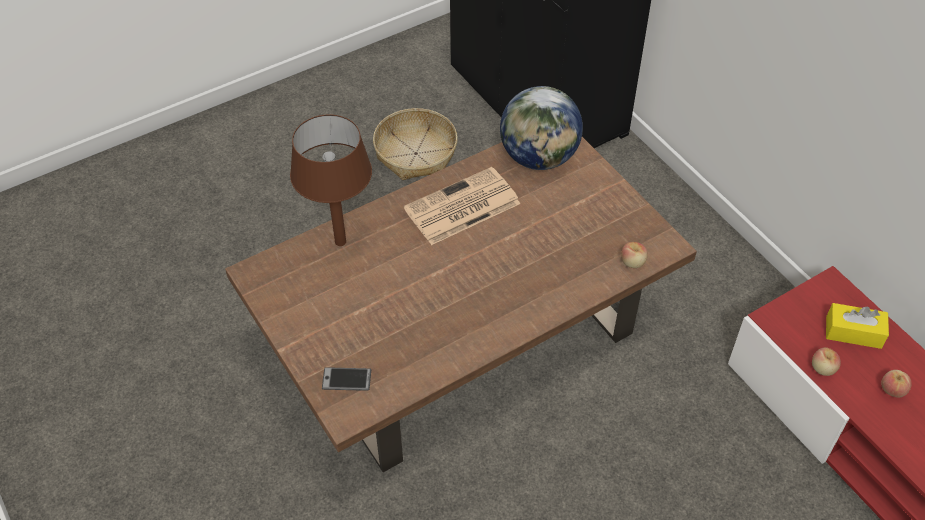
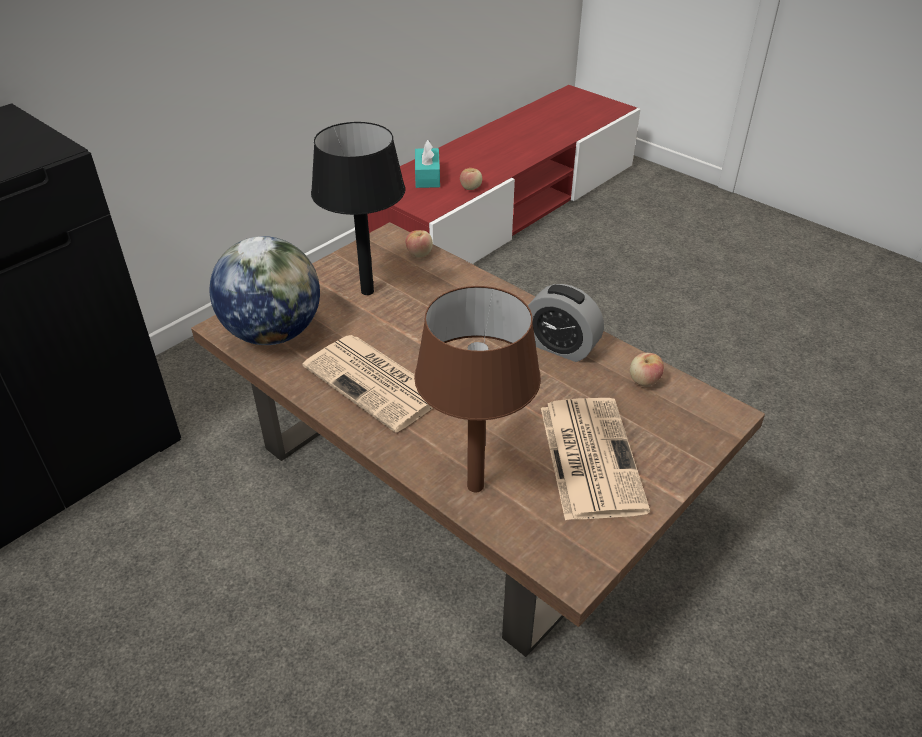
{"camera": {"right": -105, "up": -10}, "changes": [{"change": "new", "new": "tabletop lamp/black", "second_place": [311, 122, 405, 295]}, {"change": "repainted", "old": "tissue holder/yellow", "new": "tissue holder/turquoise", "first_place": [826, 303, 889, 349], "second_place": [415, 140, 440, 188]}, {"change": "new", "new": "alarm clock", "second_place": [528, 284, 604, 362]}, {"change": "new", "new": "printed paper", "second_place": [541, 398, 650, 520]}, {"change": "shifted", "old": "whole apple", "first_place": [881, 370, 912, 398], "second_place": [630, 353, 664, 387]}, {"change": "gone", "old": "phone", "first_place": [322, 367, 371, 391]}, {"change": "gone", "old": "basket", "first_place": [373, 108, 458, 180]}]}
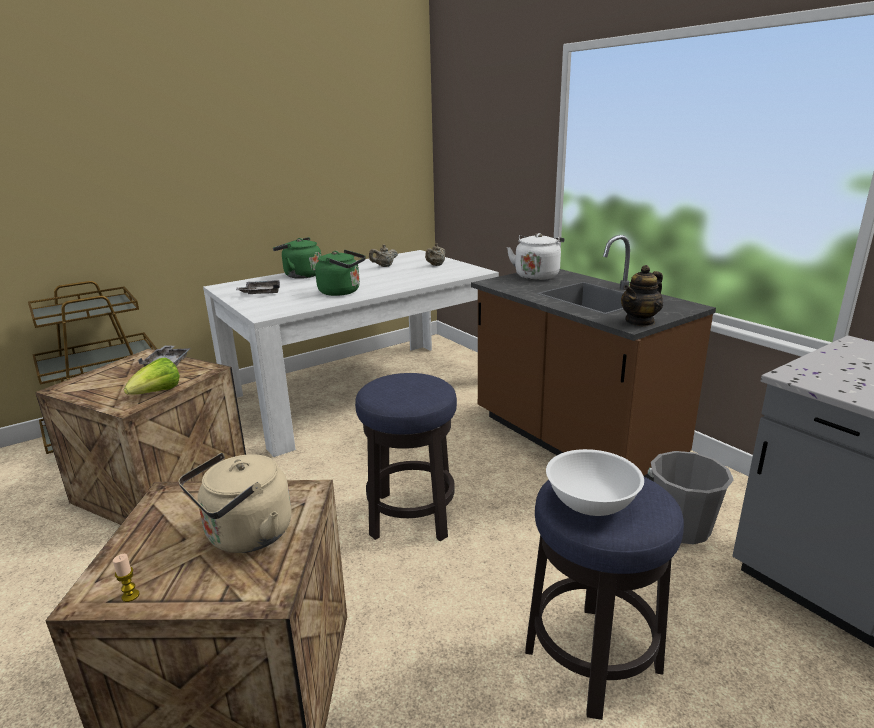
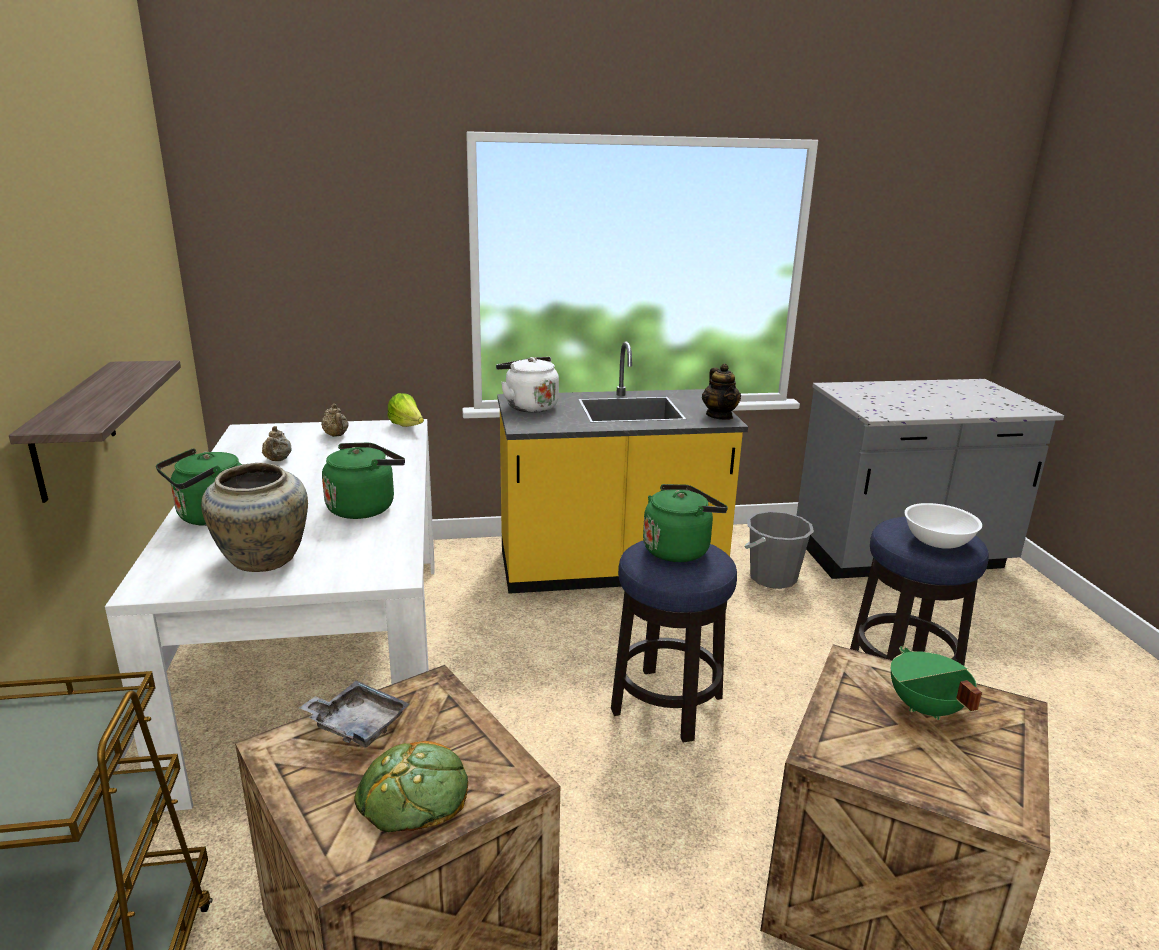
{"camera": {"right": -65, "up": 0}, "changes": [{"change": "new", "new": "shelf", "second_place": [9, 361, 181, 503]}, {"change": "swapped", "old": "carrying tray/greyish", "new": "decorative vase/beige-coloured", "first_place": [236, 280, 280, 294], "second_place": [201, 463, 308, 572]}, {"change": "new", "new": "baked bread", "second_place": [354, 741, 468, 832]}, {"change": "shifted", "old": "head of lettuce", "first_place": [124, 358, 180, 395], "second_place": [387, 393, 424, 427]}, {"change": "repainted", "old": "counter/brownish", "new": "counter/yellow", "first_place": [471, 235, 716, 482], "second_place": [497, 341, 748, 594]}, {"change": "new", "new": "tea kettle/green-coloured", "second_place": [643, 484, 728, 562]}, {"change": "swapped", "old": "tea kettle/beige-coloured", "new": "saucepot/green-coloured", "first_place": [178, 453, 291, 553], "second_place": [890, 646, 982, 720]}, {"change": "gone", "old": "wax light", "first_place": [113, 554, 139, 602]}]}
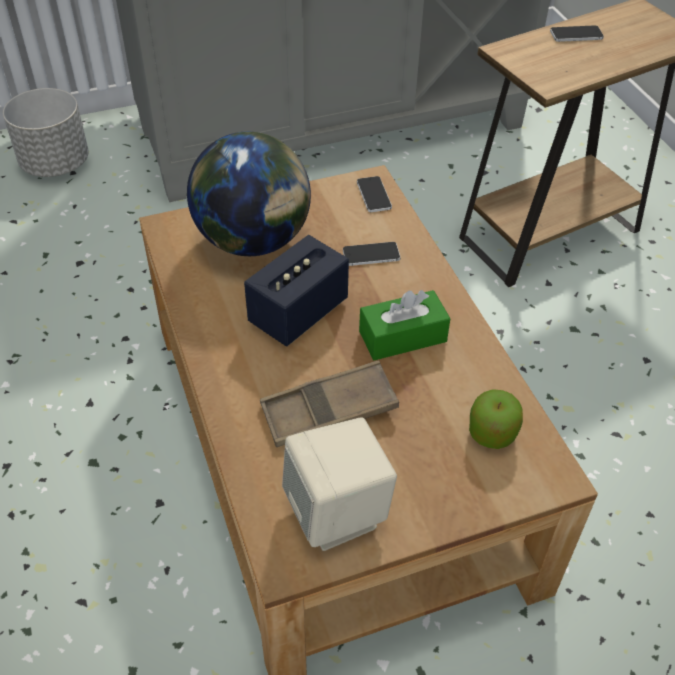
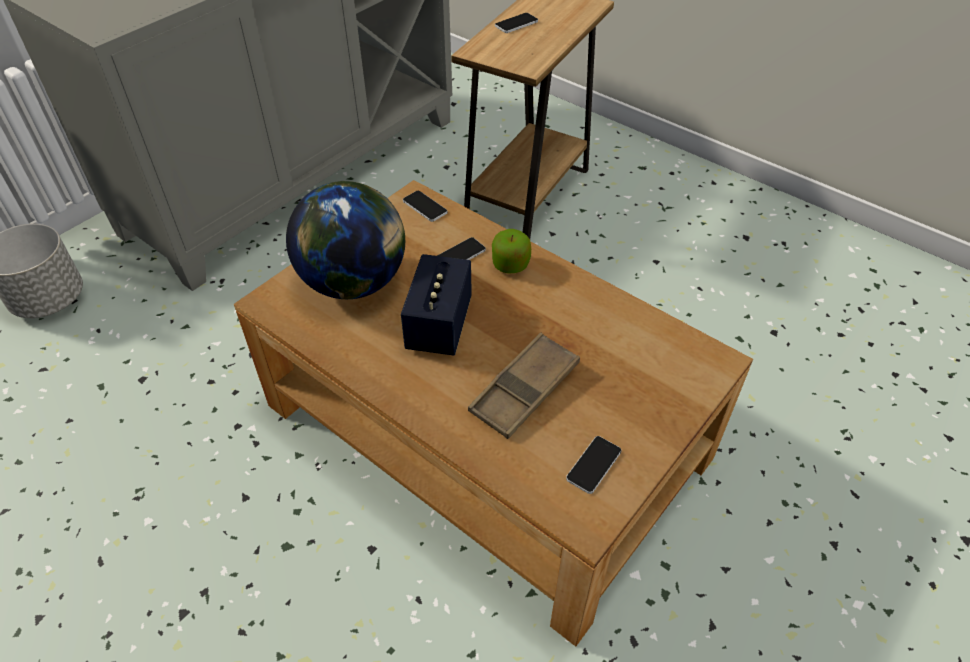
{"camera": {"right": -30, "up": 0}, "changes": [{"change": "shifted", "old": "whole apple", "first_place": [469, 389, 523, 449], "second_place": [492, 229, 531, 274]}, {"change": "swapped", "old": "speaker/beige-coloured", "new": "phone", "first_place": [282, 417, 397, 551], "second_place": [566, 436, 622, 494]}, {"change": "gone", "old": "tissue holder/green-coloured", "first_place": [359, 290, 451, 360]}]}
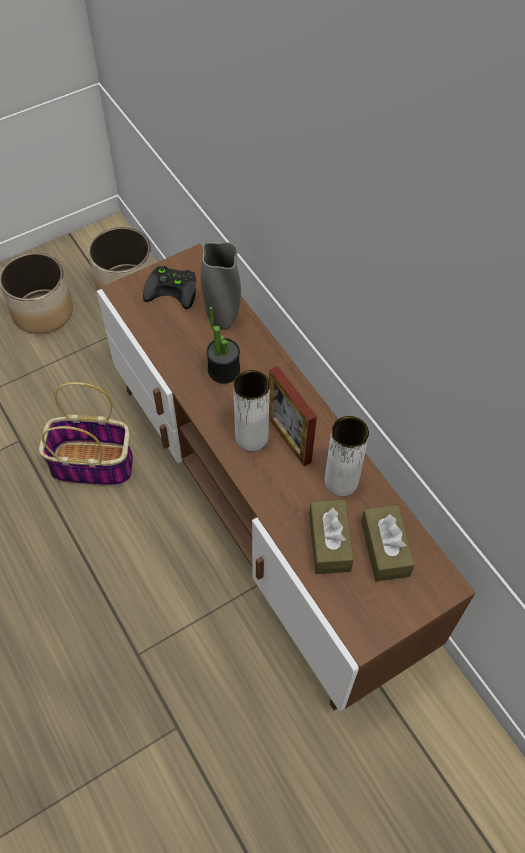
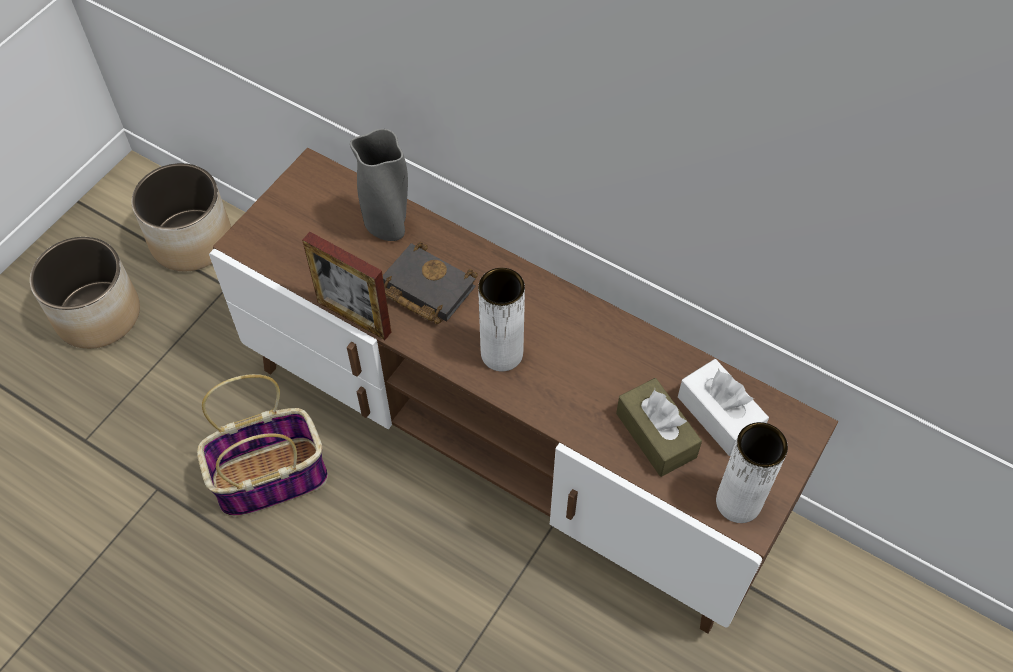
{"camera": {"right": -25, "up": 0}, "changes": [{"change": "shifted", "old": "photo frame", "first_place": [269, 366, 317, 466], "second_place": [302, 232, 392, 340]}, {"change": "swapped", "old": "plant in a pot", "new": "book/black", "first_place": [206, 307, 240, 383], "second_place": [383, 242, 478, 324]}, {"change": "repainted", "old": "tissue holder/brownish", "new": "tissue holder/white", "first_place": [361, 504, 415, 582], "second_place": [678, 359, 769, 456]}, {"change": "shifted", "old": "decorative vase/white", "first_place": [325, 416, 369, 497], "second_place": [716, 422, 788, 523]}, {"change": "gone", "old": "gamepad/black", "first_place": [143, 266, 196, 309]}]}
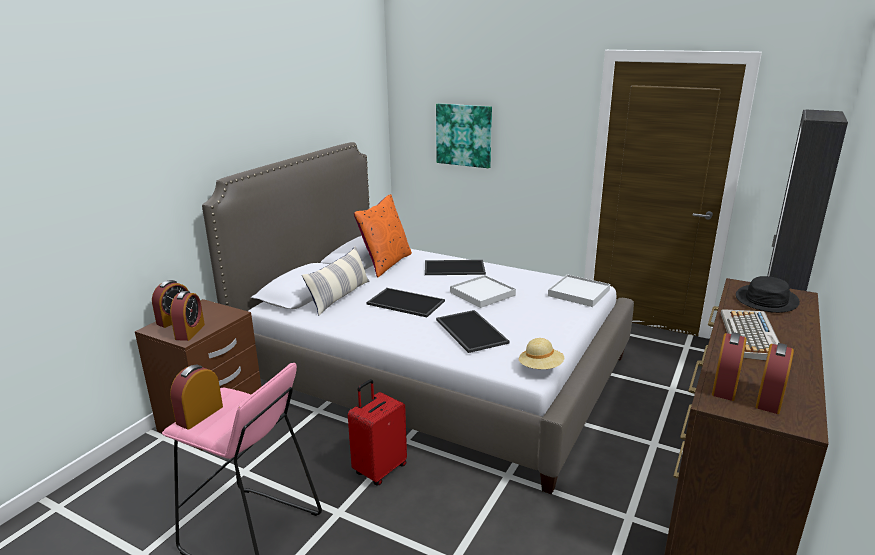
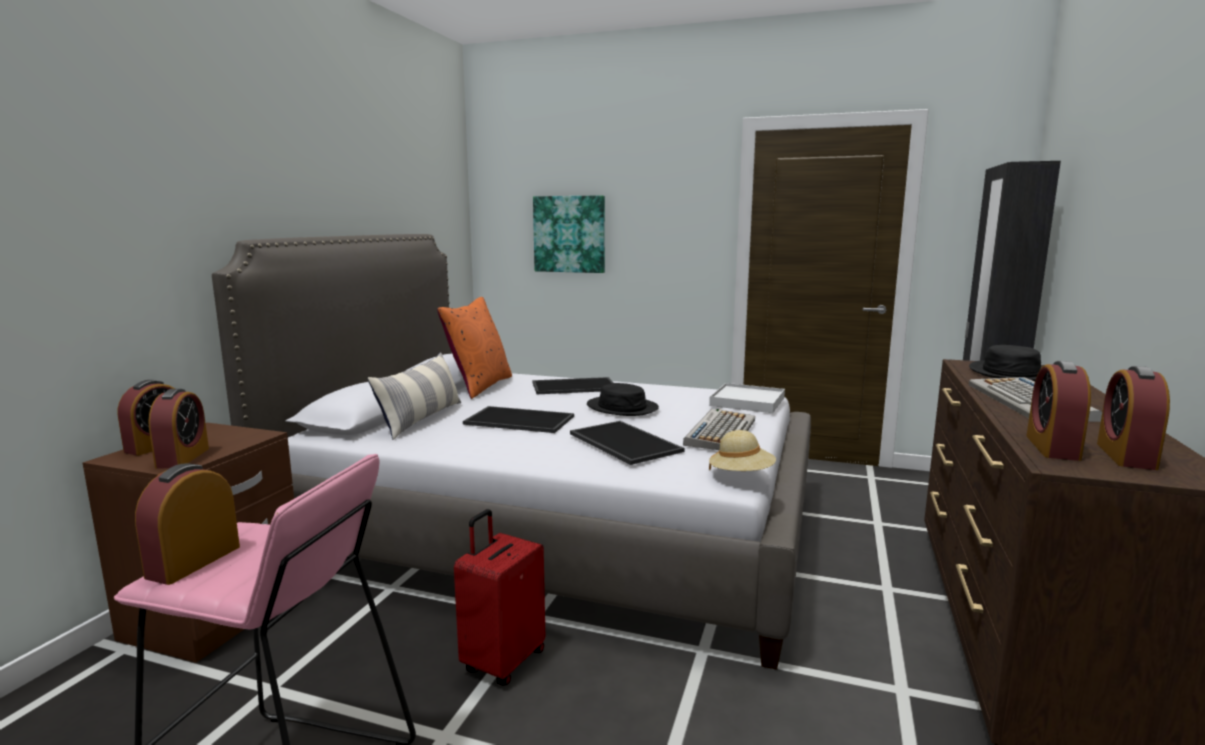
{"camera": {"right": -10, "up": -10}, "changes": [{"change": "swapped", "old": "carrying tray/white", "new": "wearable hat/black", "first_place": [450, 275, 516, 308], "second_place": [587, 383, 659, 416]}, {"change": "new", "new": "PC keyboard", "second_place": [683, 408, 755, 450]}]}
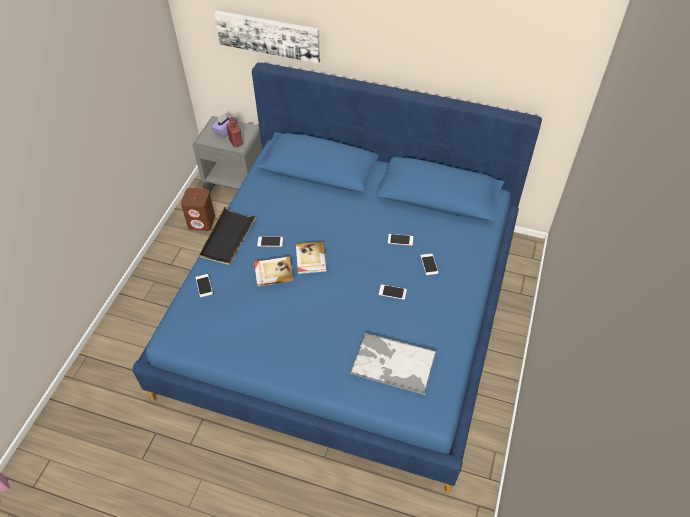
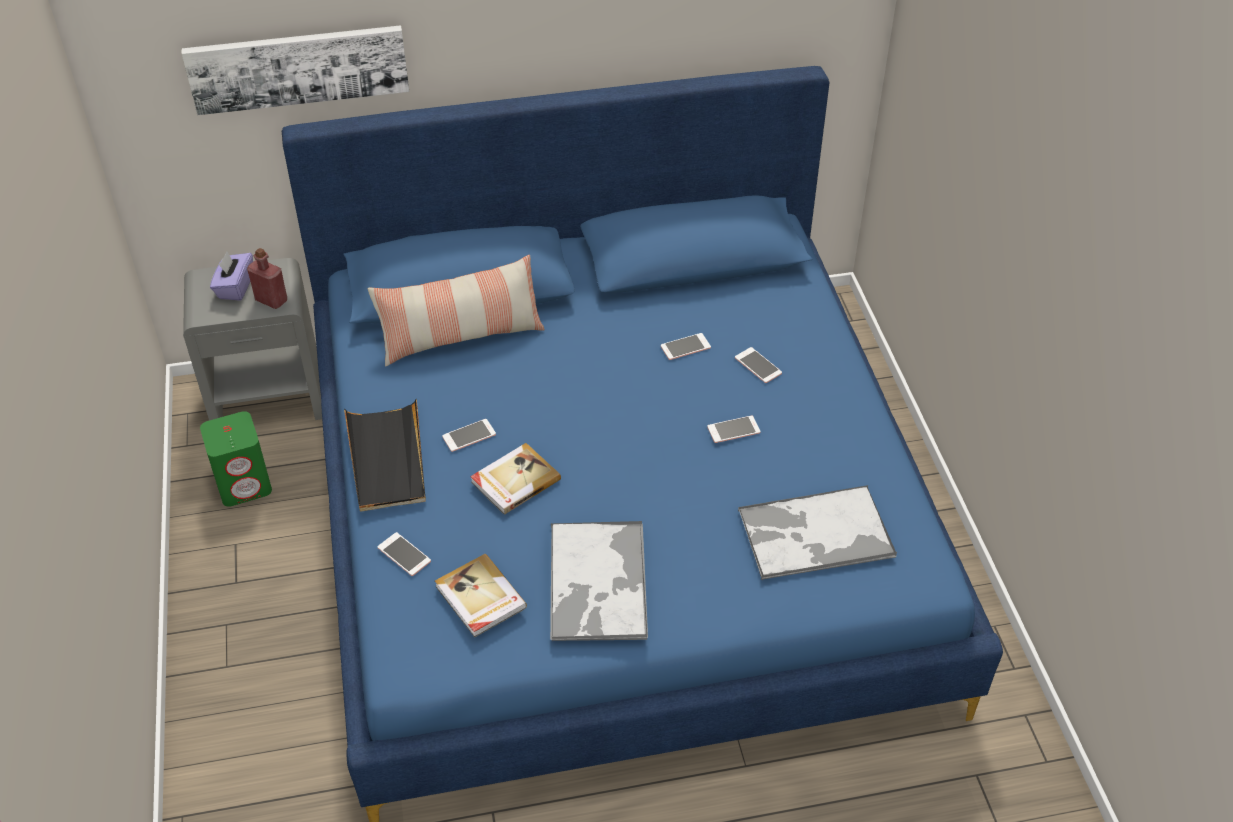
{"camera": {"right": -30, "up": -5}, "changes": [{"change": "repainted", "old": "speaker/brownish", "new": "speaker/green-coloured", "first_place": [181, 188, 215, 231], "second_place": [200, 411, 272, 507]}, {"change": "new", "new": "pillow", "second_place": [368, 255, 545, 367]}, {"change": "shifted", "old": "book", "first_place": [296, 242, 327, 274], "second_place": [435, 554, 527, 637]}, {"change": "new", "new": "carrying tray", "second_place": [550, 521, 648, 641]}]}
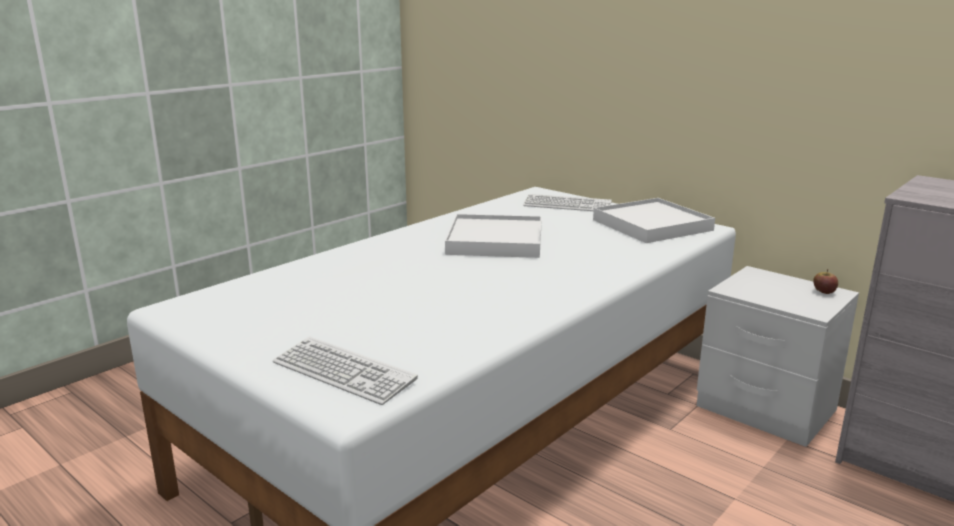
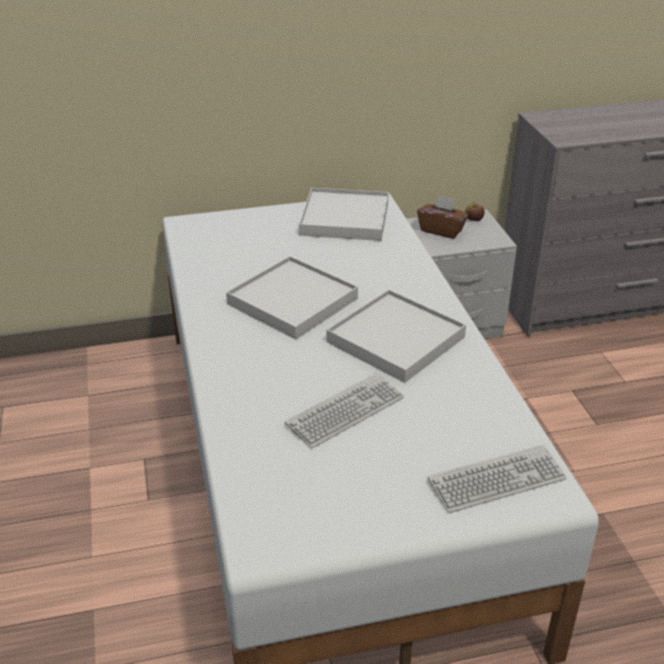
{"camera": {"right": -55, "up": 15}, "changes": [{"change": "shifted", "old": "PC keyboard", "first_place": [523, 194, 612, 211], "second_place": [285, 373, 404, 448]}, {"change": "new", "new": "carrying tray/white", "second_place": [327, 290, 466, 383]}, {"change": "new", "new": "tissue holder/brownish", "second_place": [417, 195, 469, 239]}]}
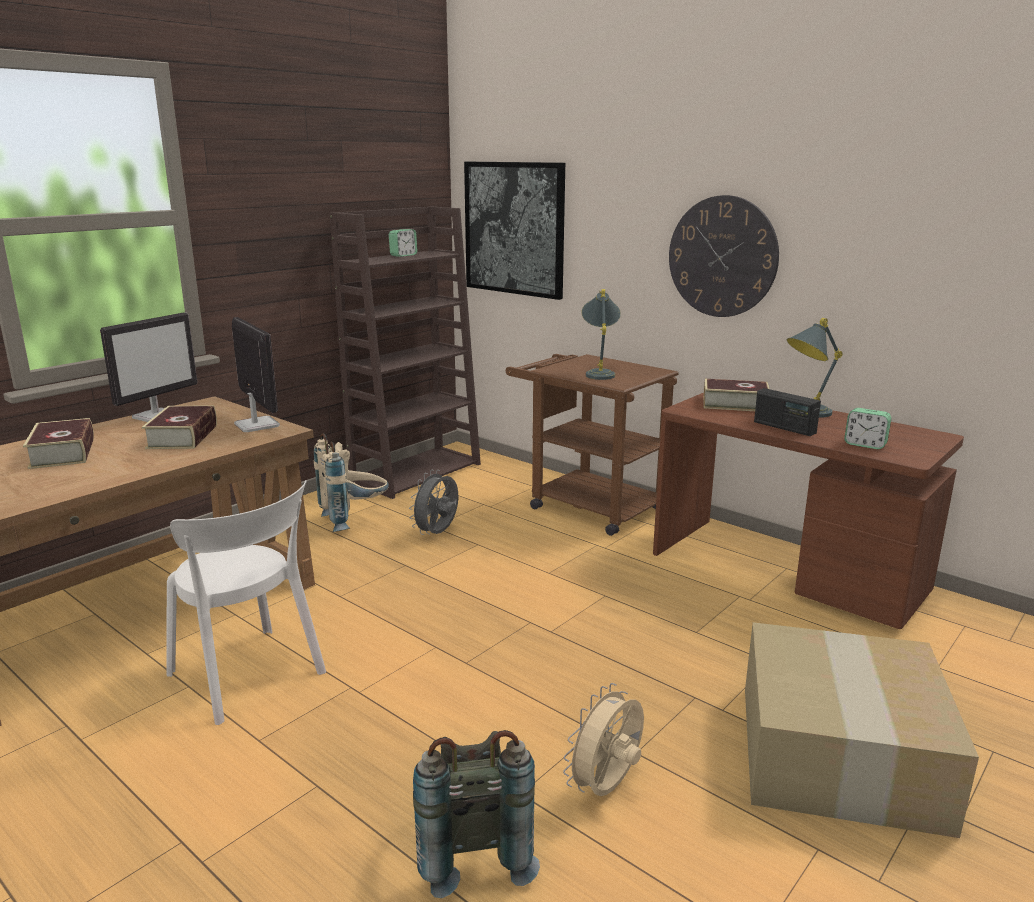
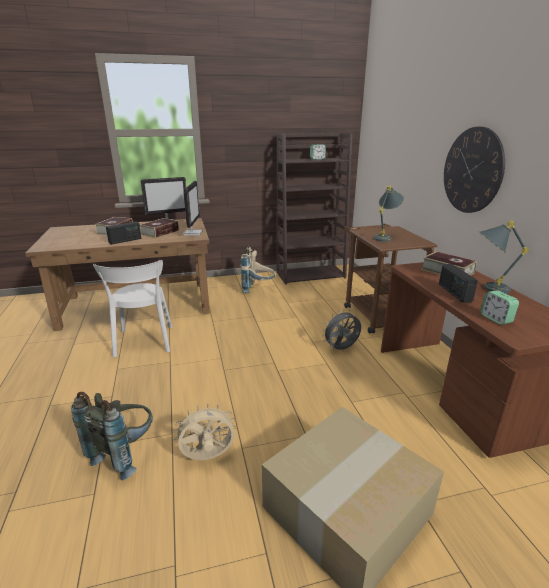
{"camera": {"right": 35, "up": 5}, "changes": [{"change": "new", "new": "radio receiver", "second_place": [106, 221, 141, 245]}, {"change": "shifted", "old": "fan/greyish", "first_place": [409, 470, 458, 535], "second_place": [322, 309, 361, 350]}, {"change": "gone", "old": "wall picture", "first_place": [464, 162, 565, 300]}]}
